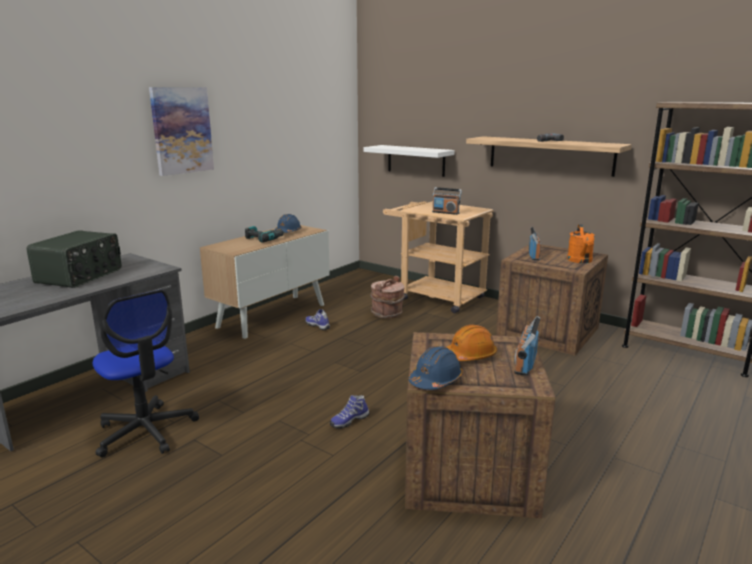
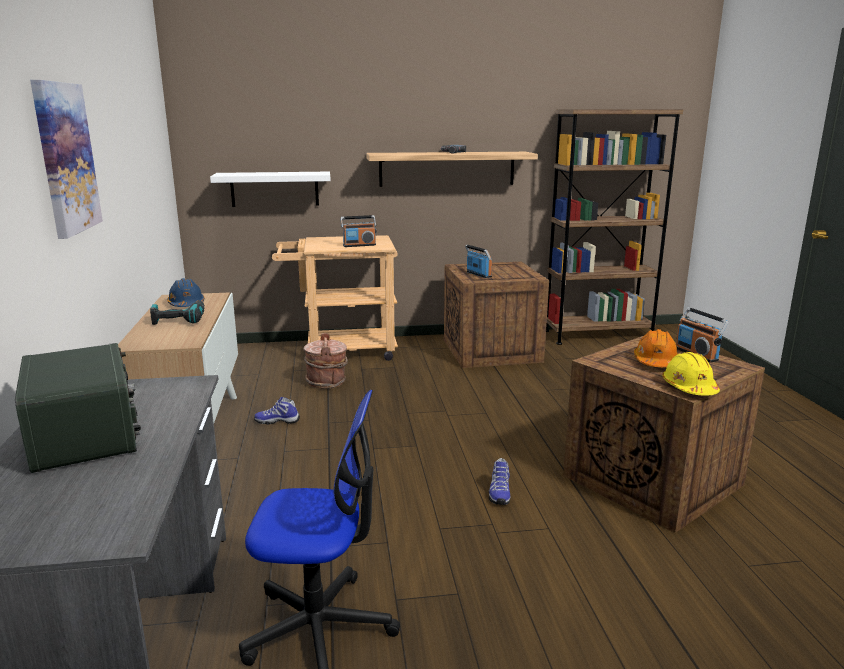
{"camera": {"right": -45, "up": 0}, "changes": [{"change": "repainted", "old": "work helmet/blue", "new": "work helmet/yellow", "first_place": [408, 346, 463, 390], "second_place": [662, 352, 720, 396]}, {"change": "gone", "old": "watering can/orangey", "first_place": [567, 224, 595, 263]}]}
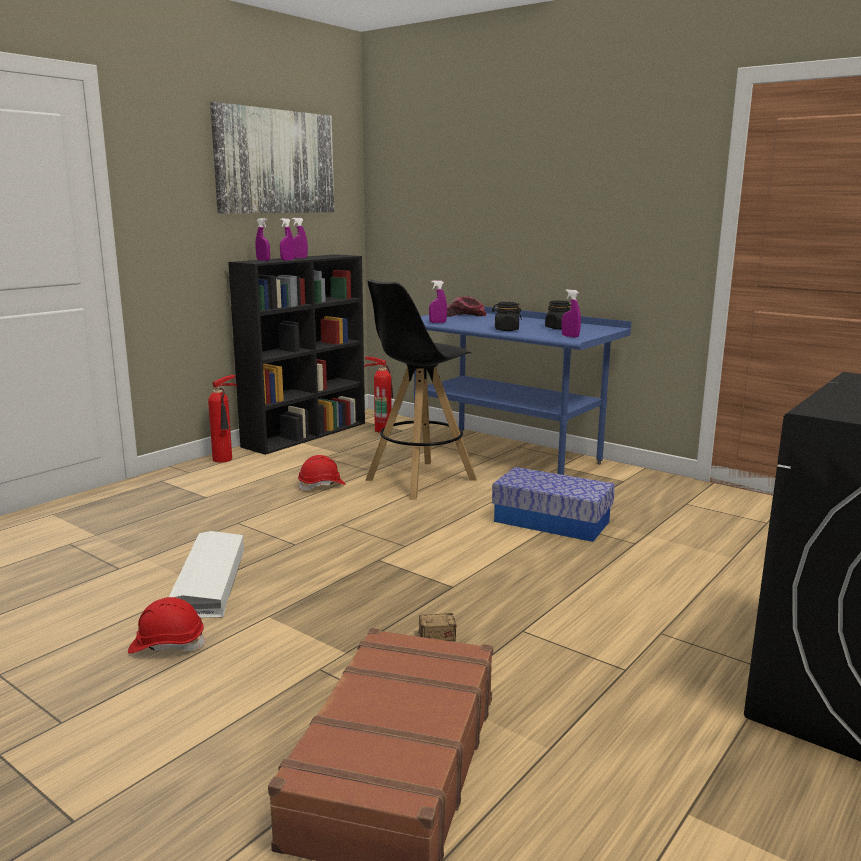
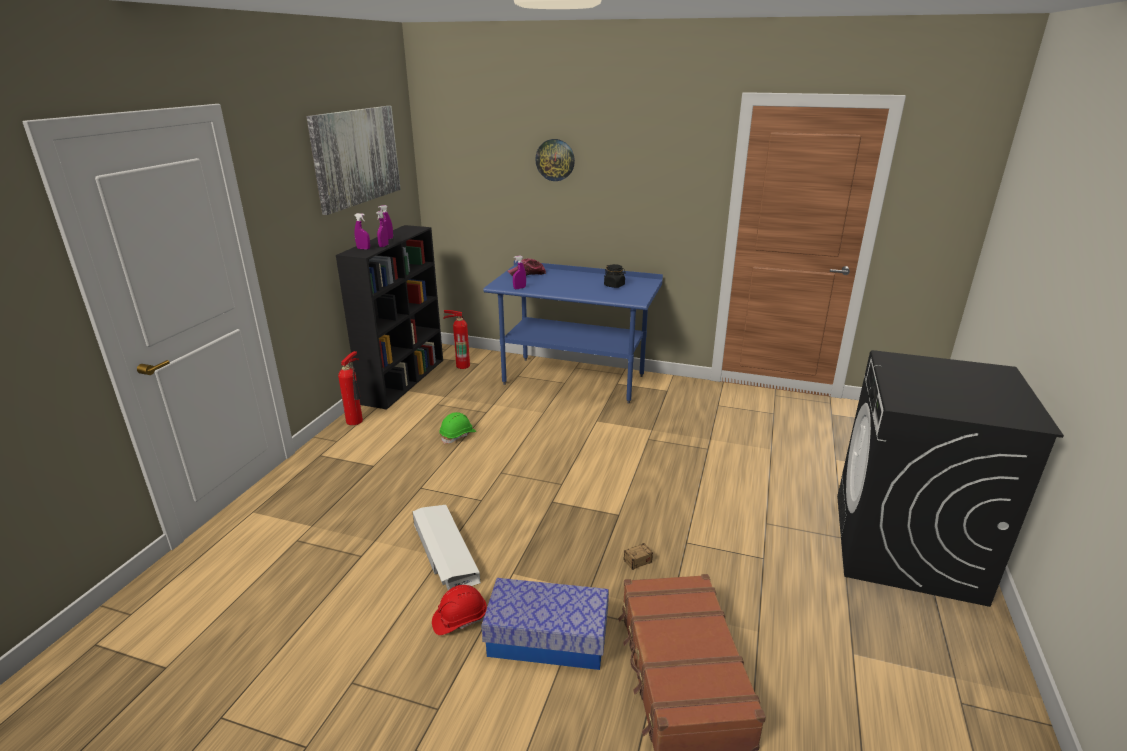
{"camera": {"right": -20, "up": 10}, "changes": [{"change": "repainted", "old": "work helmet/red-coloured", "new": "work helmet/green-coloured", "first_place": [298, 455, 346, 491], "second_place": [439, 412, 476, 444]}, {"change": "shifted", "old": "storage box", "first_place": [492, 467, 615, 542], "second_place": [481, 578, 609, 670]}, {"change": "new", "new": "clock on the wall", "second_place": [535, 139, 575, 181]}, {"change": "gone", "old": "stool seat/black", "first_place": [365, 279, 477, 500]}, {"change": "gone", "old": "jar/black", "first_place": [492, 302, 522, 331]}, {"change": "gone", "old": "sprayer/purple", "first_place": [562, 289, 581, 338]}]}
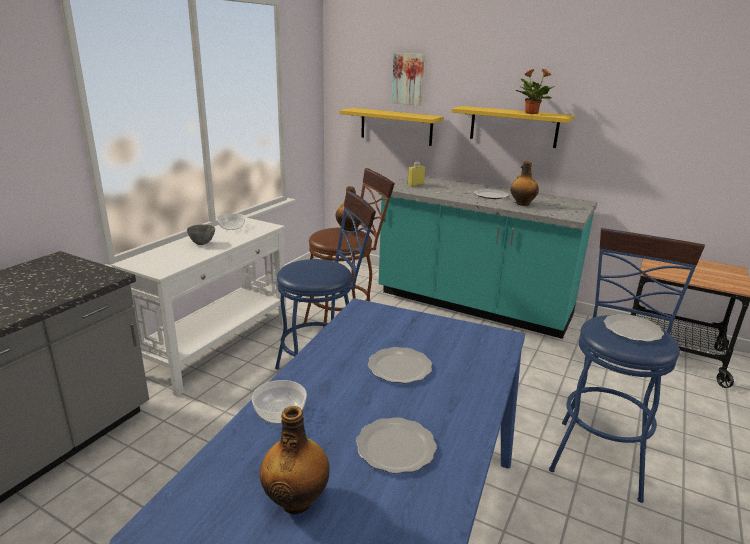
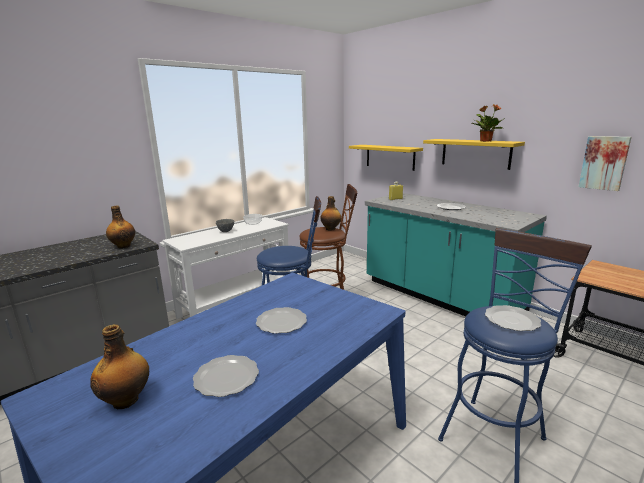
{"camera": {"right": 20, "up": -5}, "changes": [{"change": "shifted", "old": "drink bottle", "first_place": [510, 161, 539, 206], "second_place": [106, 206, 135, 249]}, {"change": "shifted", "old": "wall picture", "first_place": [392, 53, 425, 105], "second_place": [579, 136, 631, 191]}, {"change": "gone", "old": "serving bowl", "first_place": [252, 380, 307, 424]}]}
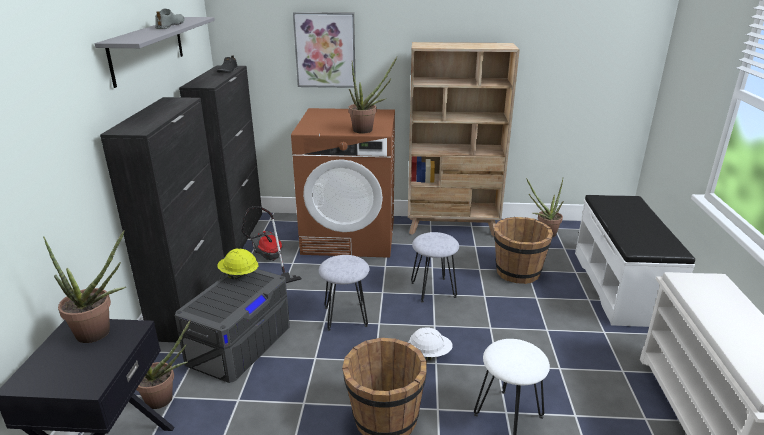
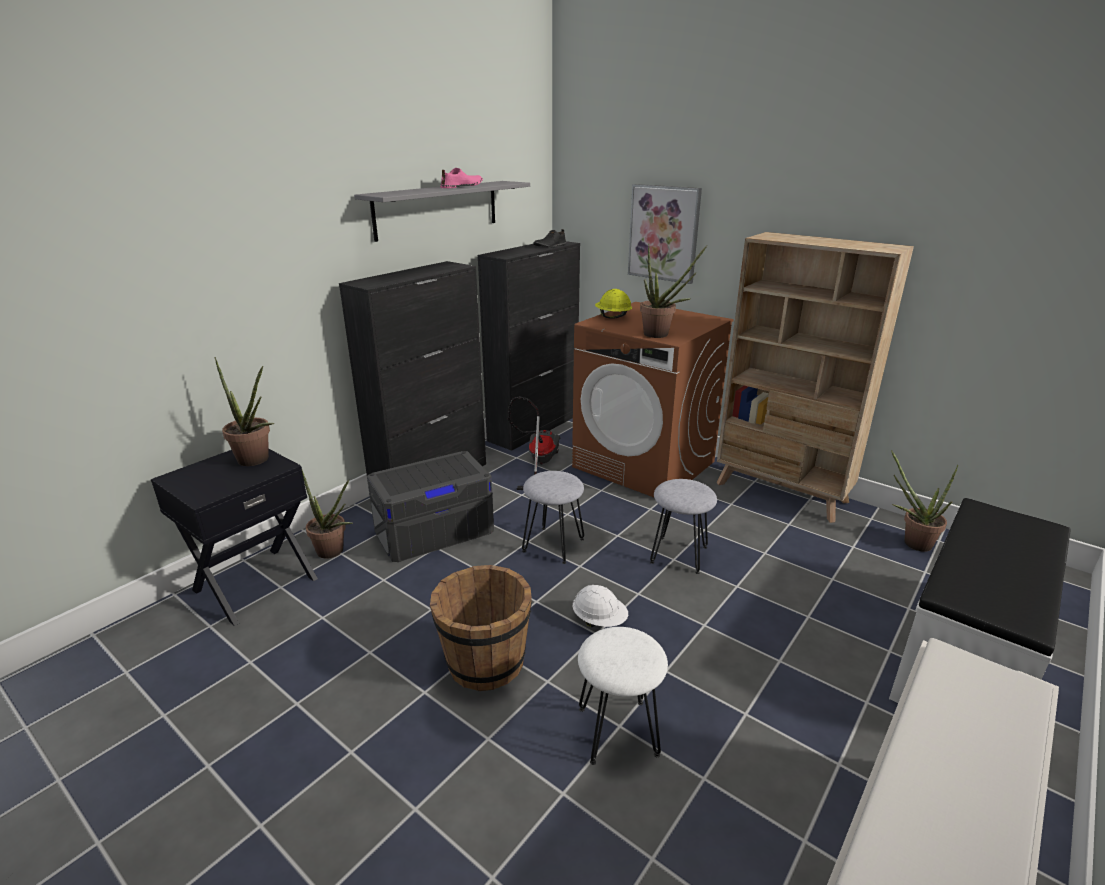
{"camera": {"right": 35, "up": 0}, "changes": [{"change": "repainted", "old": "shoe/greyish", "new": "shoe/pink-coloured", "first_place": [155, 9, 185, 29], "second_place": [440, 168, 483, 188]}, {"change": "shifted", "old": "work helmet/yellow", "first_place": [217, 248, 258, 279], "second_place": [595, 289, 632, 319]}, {"change": "gone", "old": "pail/brownish", "first_place": [494, 217, 553, 284]}]}
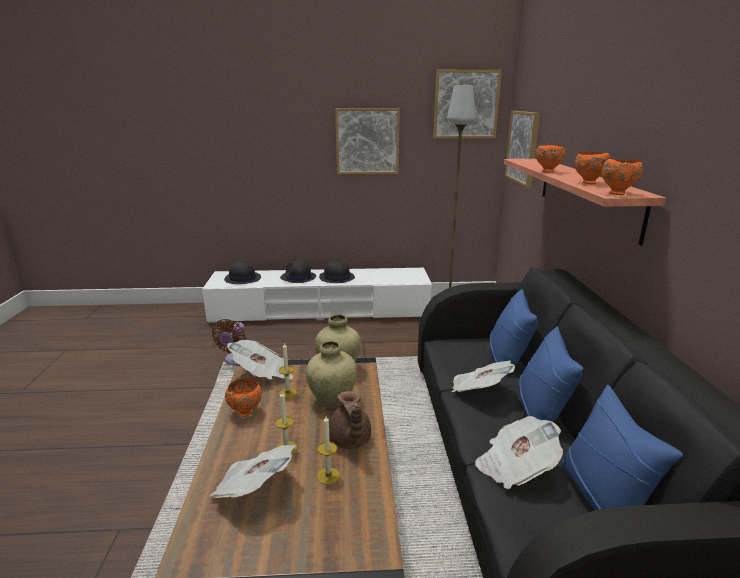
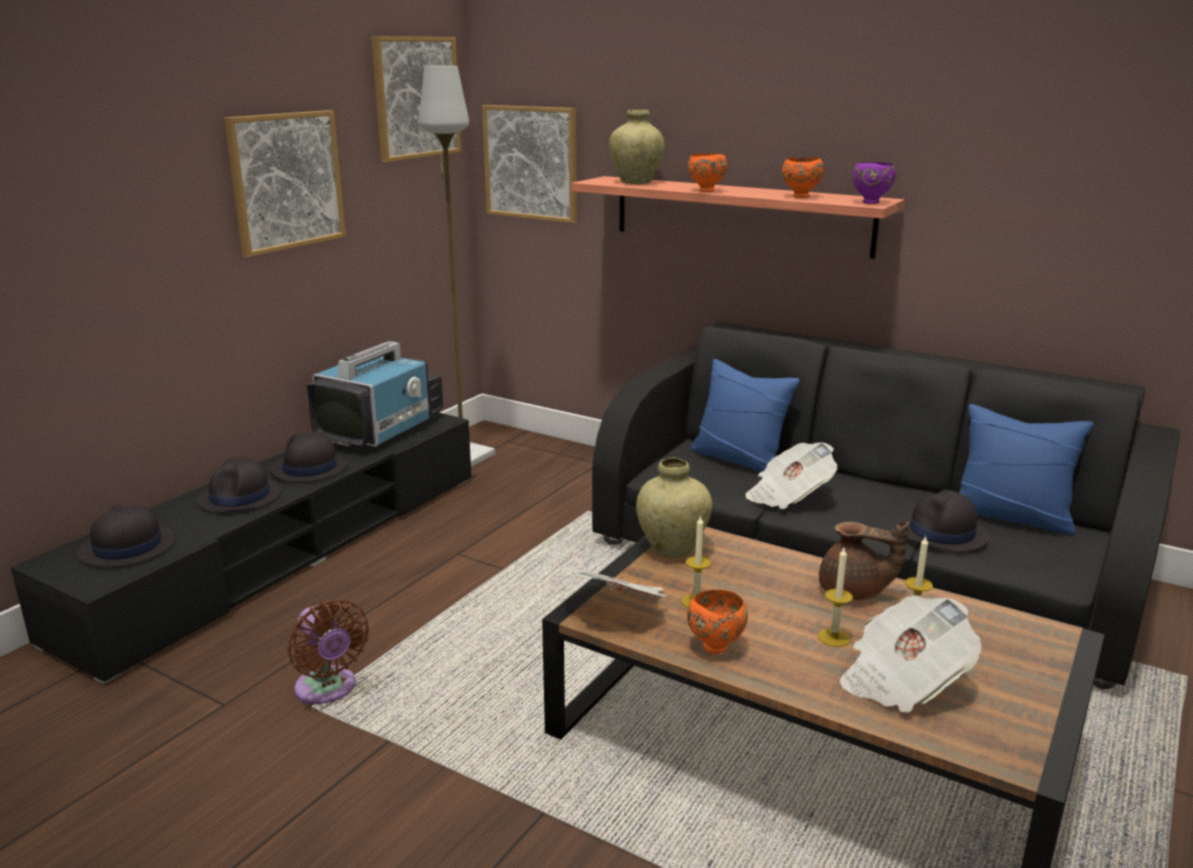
{"camera": {"right": -55, "up": 0}, "changes": [{"change": "repainted", "old": "media console/white", "new": "media console/black", "first_place": [202, 268, 432, 323], "second_place": [11, 412, 472, 684]}, {"change": "new", "new": "television", "second_place": [307, 341, 443, 448]}, {"change": "shifted", "old": "decorative vase/beige-coloured", "first_place": [306, 341, 357, 408], "second_place": [609, 109, 665, 184]}, {"change": "repainted", "old": "serving bowl/orangey", "new": "serving bowl/purple", "first_place": [601, 159, 643, 195], "second_place": [852, 162, 896, 204]}, {"change": "swapped", "old": "printed paper", "new": "wearable hat/black", "first_place": [475, 416, 563, 489], "second_place": [898, 490, 989, 552]}, {"change": "gone", "old": "pillow/blue", "first_place": [518, 326, 583, 422]}]}
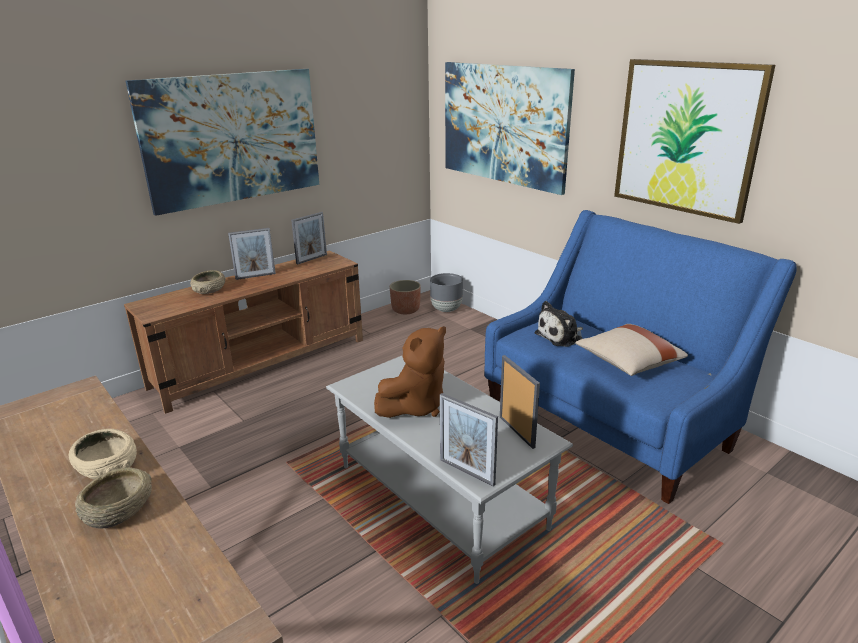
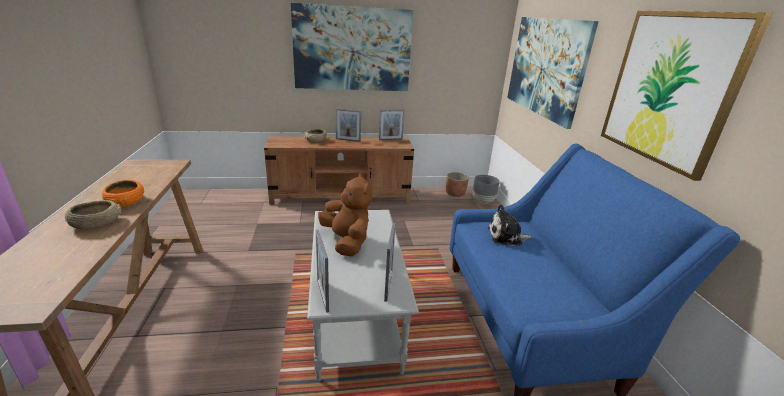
{"camera": {"right": 30, "up": 0}, "changes": [{"change": "repainted", "old": "serving bowl/beige-coloured", "new": "serving bowl/orangey", "first_place": [69, 429, 137, 479], "second_place": [102, 180, 144, 207]}, {"change": "rotated", "old": "plush toy/brownish", "first_place": [374, 326, 446, 418], "second_place": [318, 173, 372, 257], "degrees": -105}, {"change": "gone", "old": "pillow/beige-coloured", "first_place": [575, 324, 688, 376]}]}
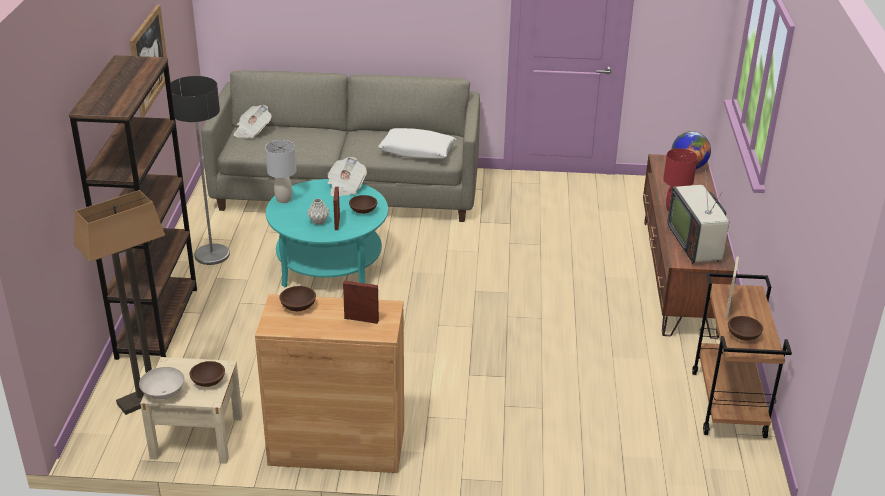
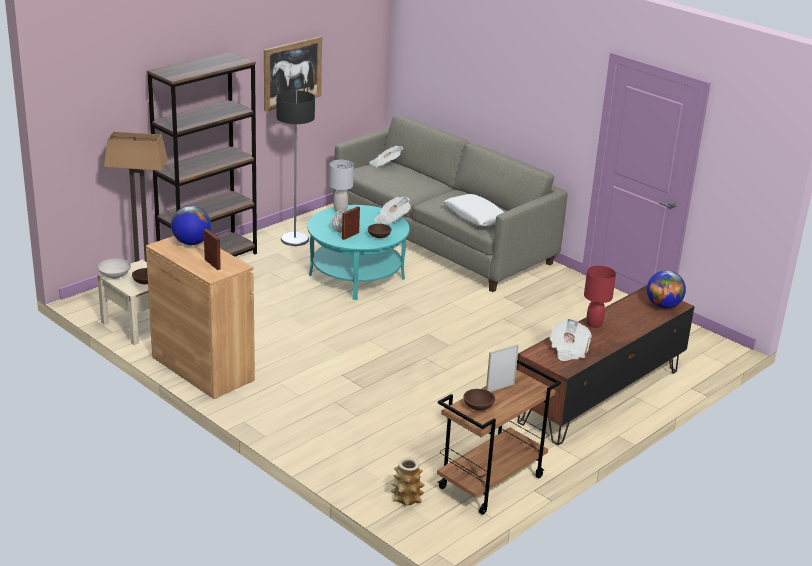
{"camera": {"right": 40, "up": -5}, "changes": [{"change": "swapped", "old": "serving bowl/brownish", "new": "world globe", "first_place": [279, 286, 316, 311], "second_place": [171, 206, 211, 245]}, {"change": "new", "new": "decorative vase", "second_place": [391, 457, 424, 506]}, {"change": "swapped", "old": "television", "new": "printed paper", "first_place": [667, 170, 729, 264], "second_place": [549, 318, 592, 361]}]}
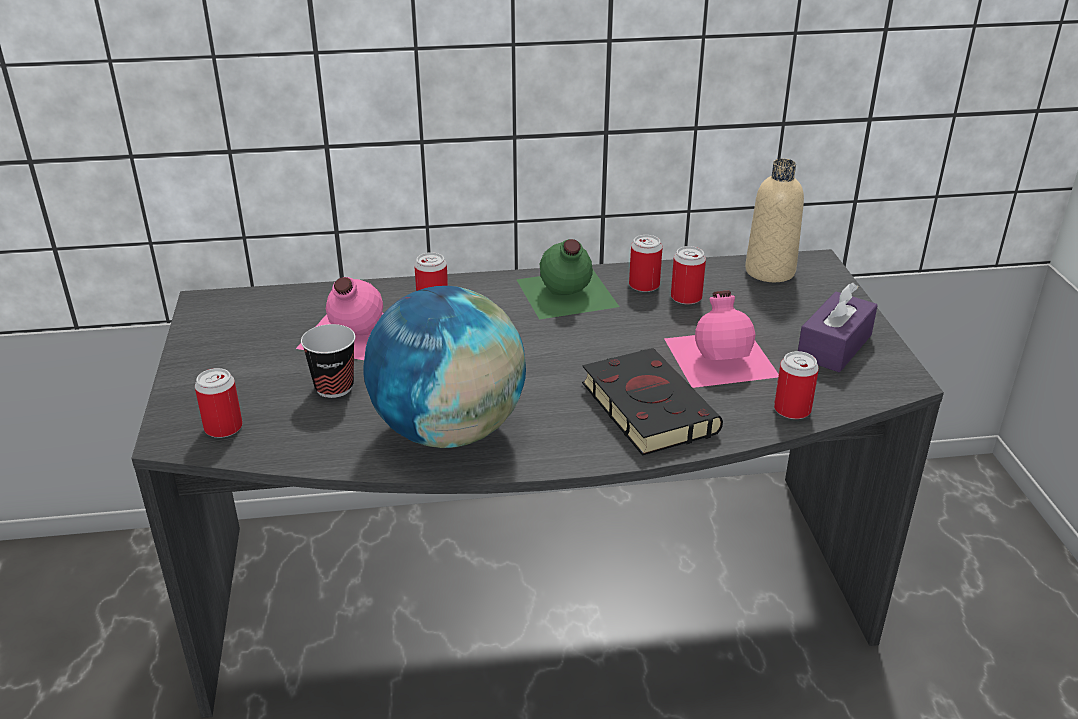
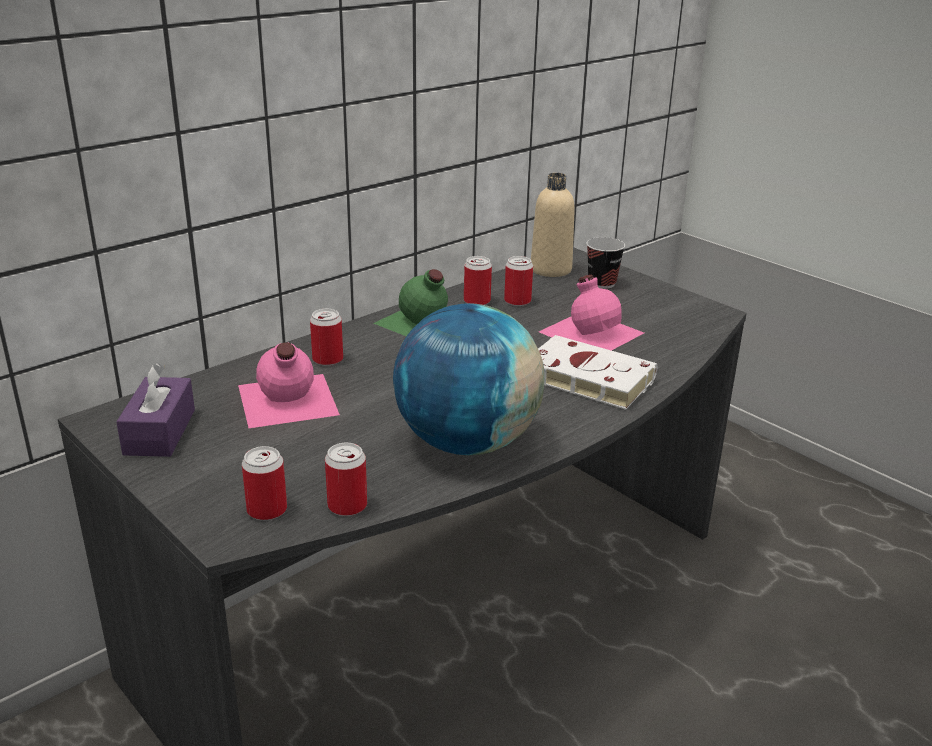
{"camera": {"right": -35, "up": -5}, "changes": [{"change": "shifted", "old": "tissue holder/purple", "first_place": [798, 282, 878, 372], "second_place": [116, 363, 195, 457]}, {"change": "shifted", "old": "metal can", "first_place": [774, 351, 819, 419], "second_place": [325, 443, 367, 516]}, {"change": "repainted", "old": "book/black", "new": "book/white", "first_place": [582, 348, 723, 456], "second_place": [538, 335, 657, 410]}, {"change": "shifted", "old": "drinking cup", "first_place": [301, 324, 355, 398], "second_place": [586, 237, 625, 289]}]}
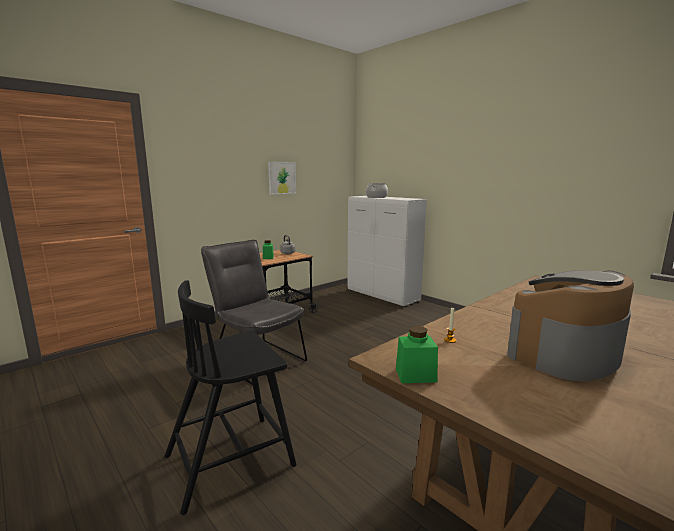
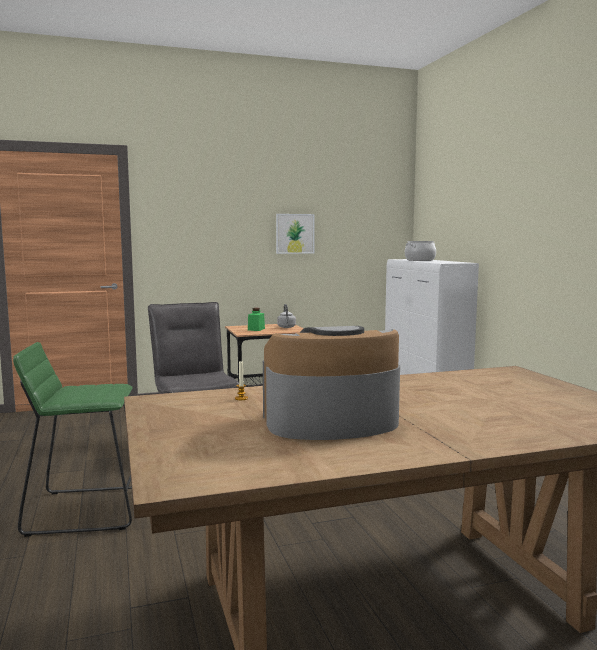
{"camera": {"right": 25, "up": -5}, "changes": [{"change": "swapped", "old": "chair/black", "new": "stool seat/green-coloured", "first_place": [164, 280, 296, 515], "second_place": [13, 342, 133, 537]}, {"change": "gone", "old": "jar/green-coloured", "first_place": [396, 326, 438, 383]}]}
